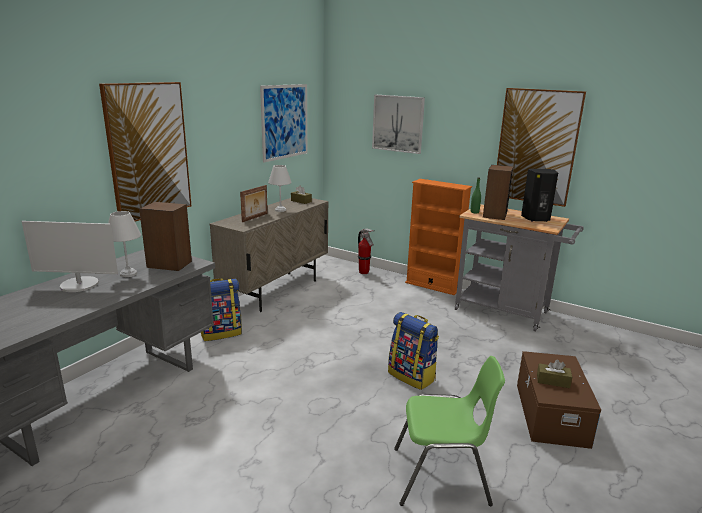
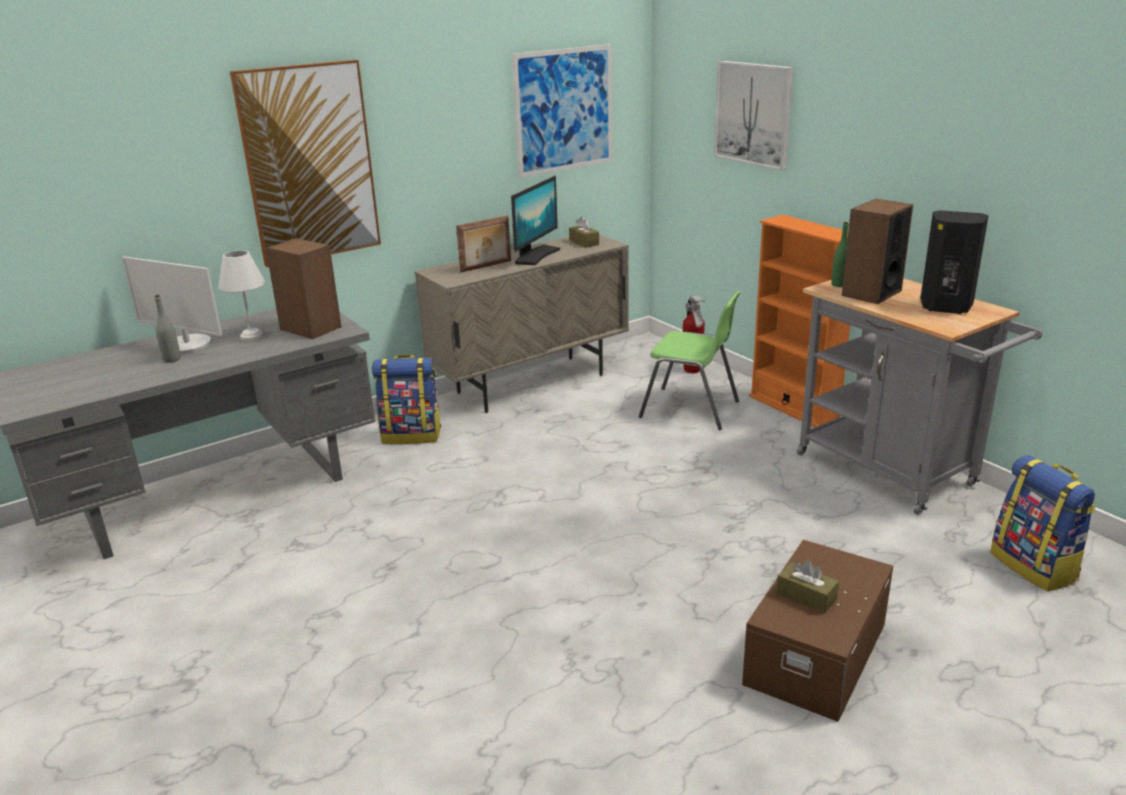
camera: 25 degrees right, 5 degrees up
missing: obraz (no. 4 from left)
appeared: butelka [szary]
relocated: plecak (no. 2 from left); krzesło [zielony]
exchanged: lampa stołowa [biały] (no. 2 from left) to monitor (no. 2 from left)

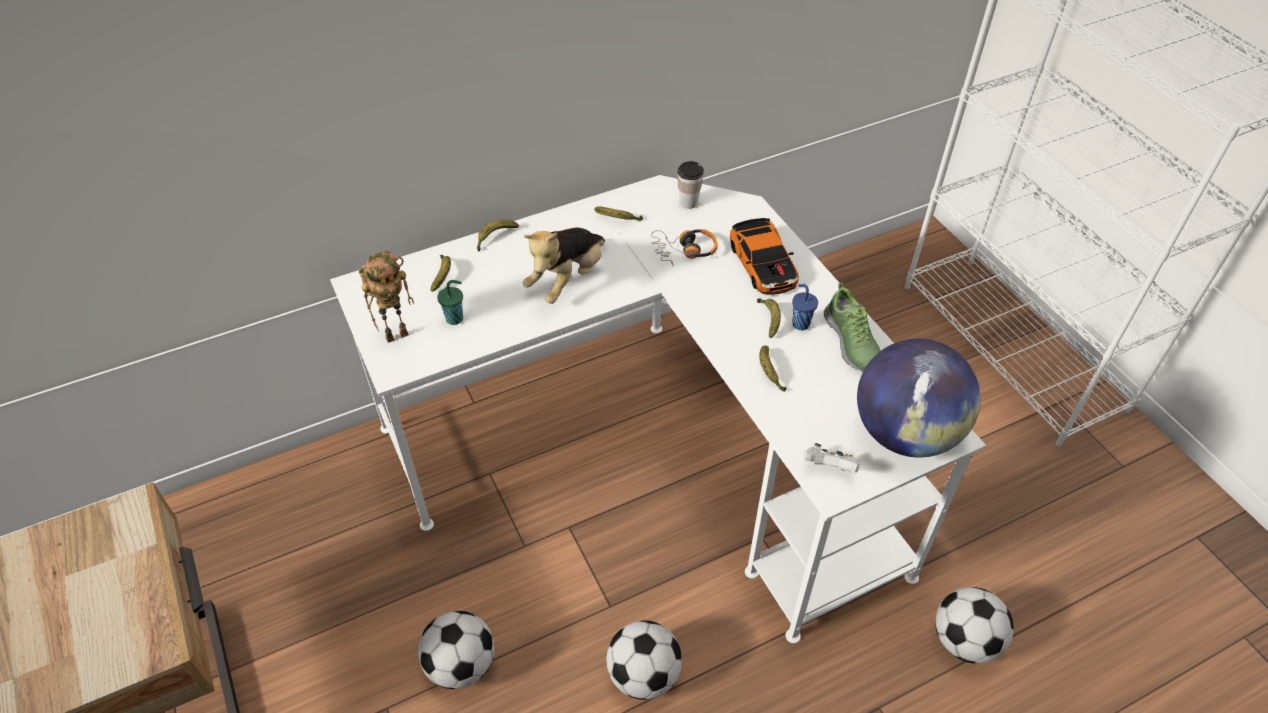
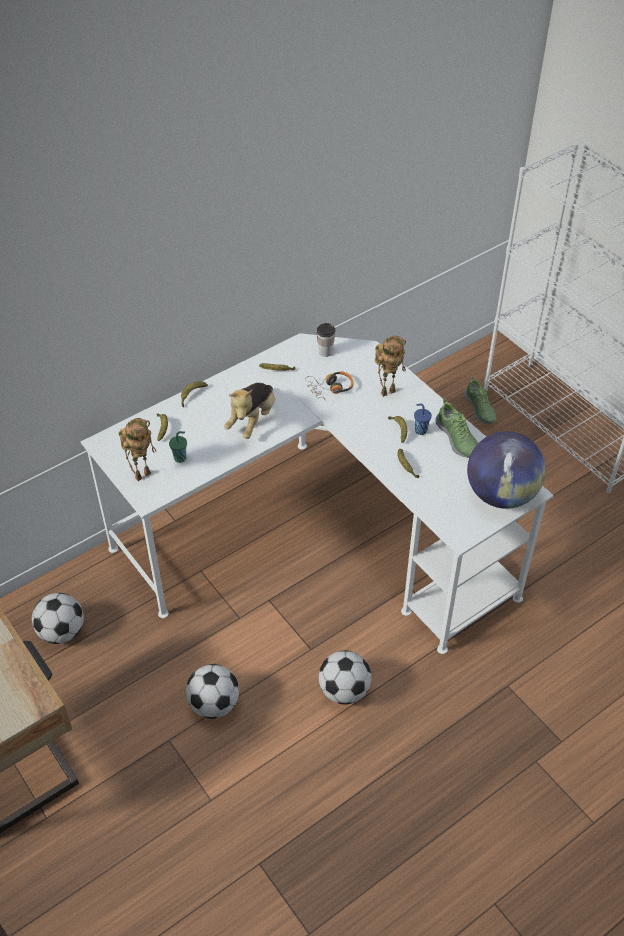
camera: 10 degrees left, 0 degrees up
missing: pad do gier [biały]
appeared: but (no. 2 from left)
relocated: piłka futbolowa (no. 3 from left in the first image) to piłka futbolowa (no. 1 from left)
exchanged: samochodzik to robot zabawkowy (no. 2 from left)

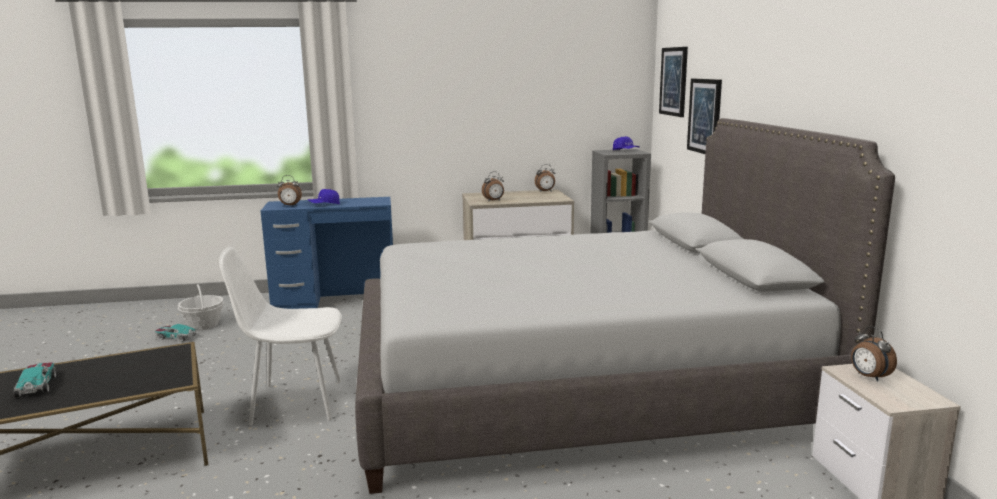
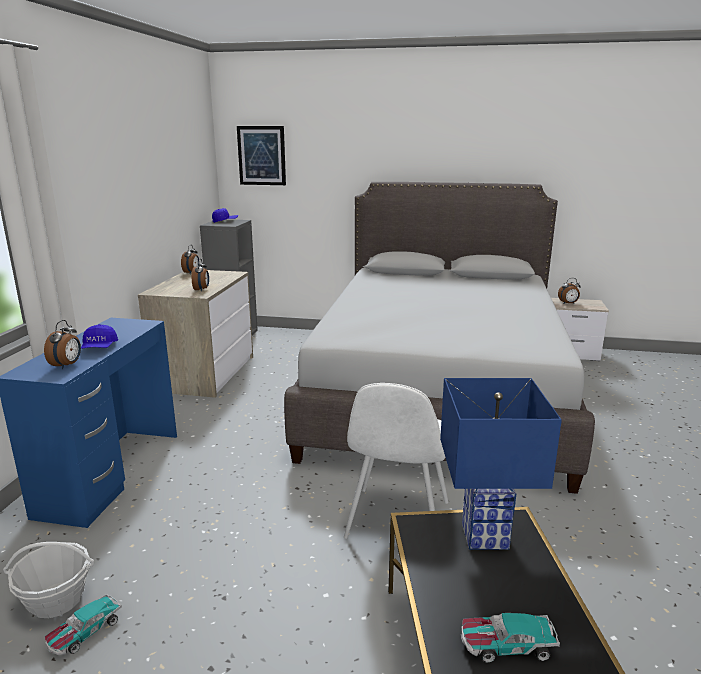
camera: 70 degrees left, 5 degrees up
missing: obraz (no. 2 from left)
appeared: lampa stołowa [niebieski]

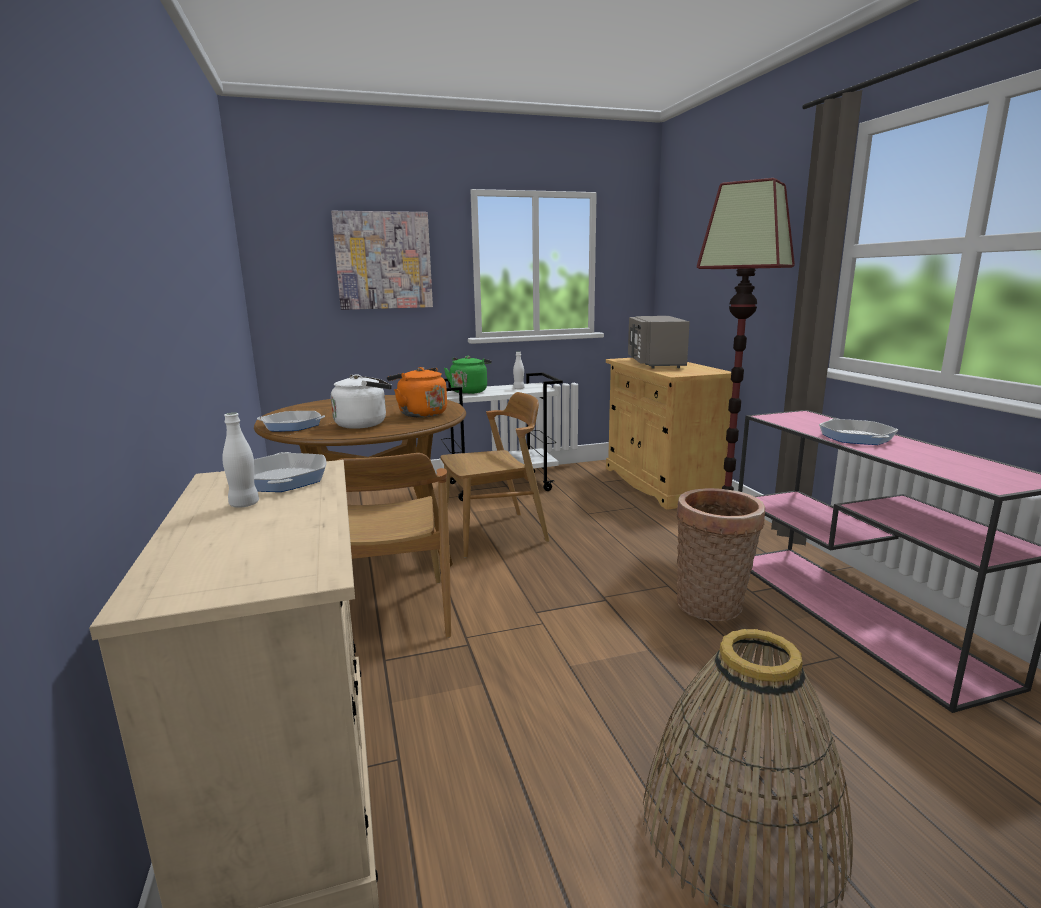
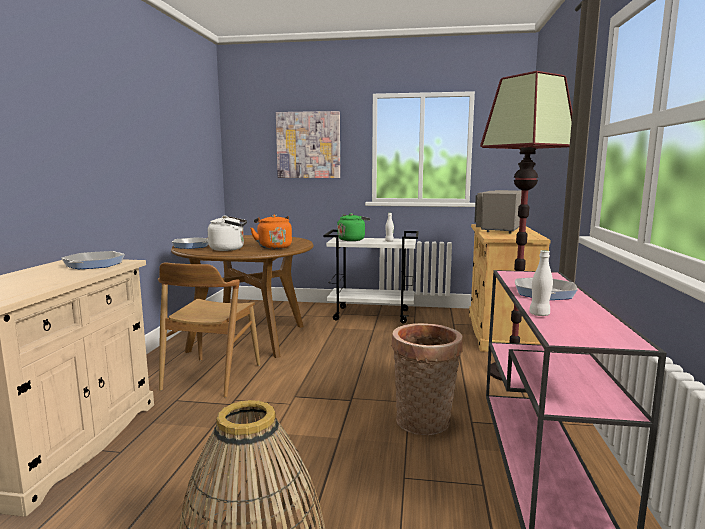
camera: 25 degrees right, 5 degrees down
missing: krzesło [brązowy] (no. 2 from left)
relocated: butelka [biały] (no. 1 from left in the first image) to butelka [biały] (no. 2 from left)

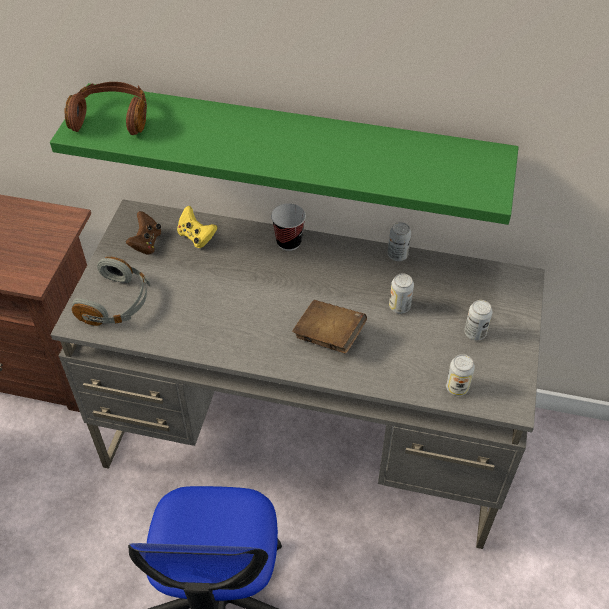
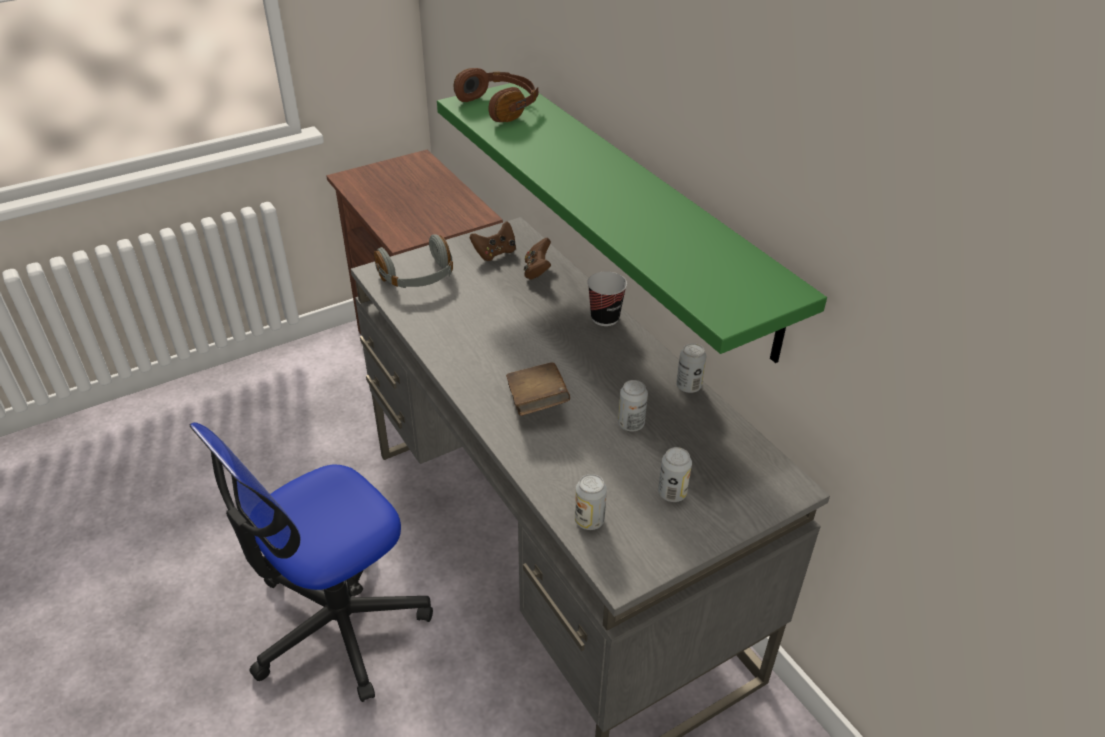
camera: 45 degrees right, 10 degrees down
colour: pad do gier [żółty] to pad do gier [brązowy] (no. 2 from left)

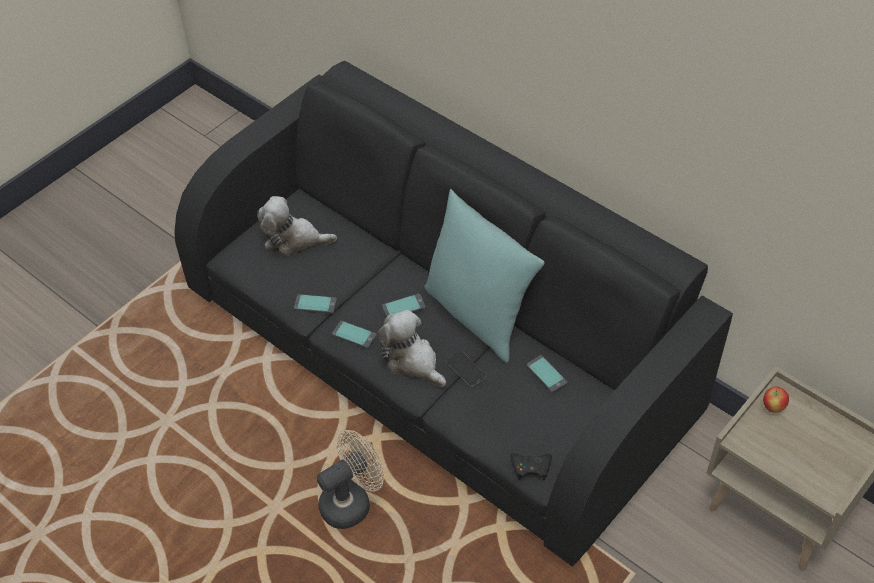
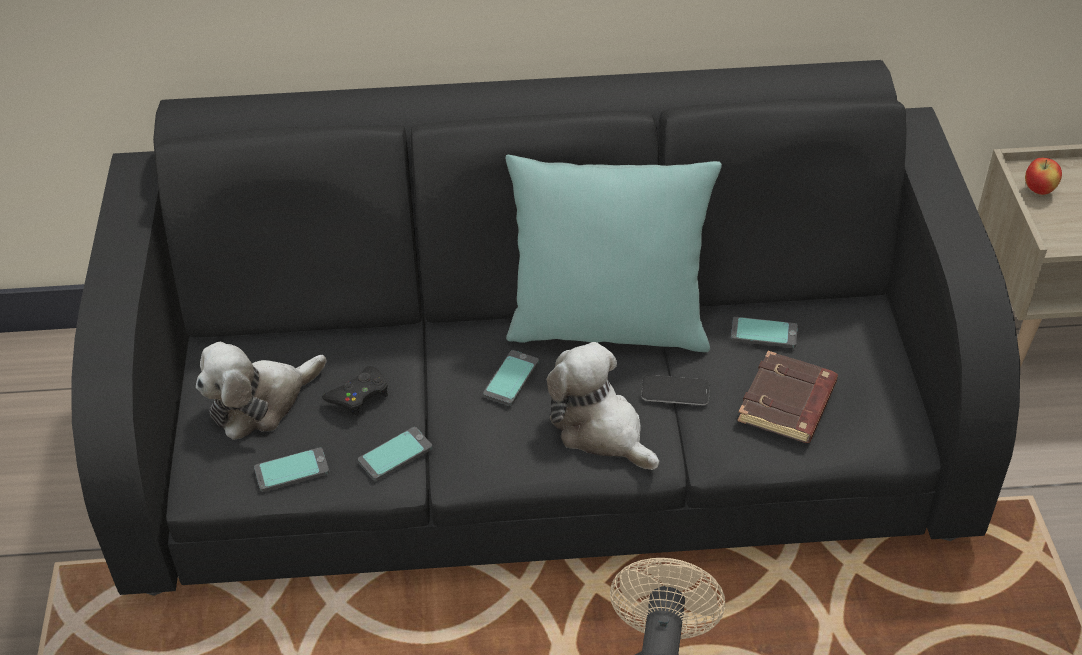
camera: 45 degrees left, 5 degrees down
appeared: książka [brązowy]
relocated: telefon (no. 2 from left in the first image) to telefon (no. 1 from left); pad do gier [czarny]
spun: pluszak (no. 2 from left) 45 degrees clockwise

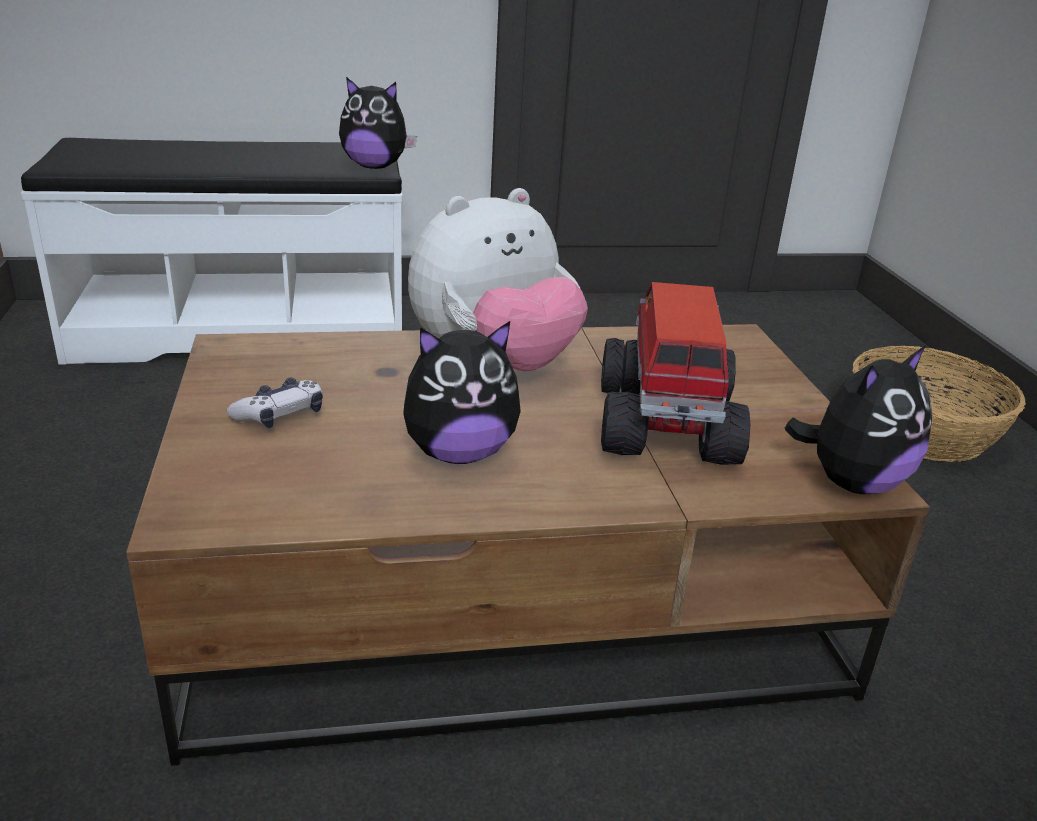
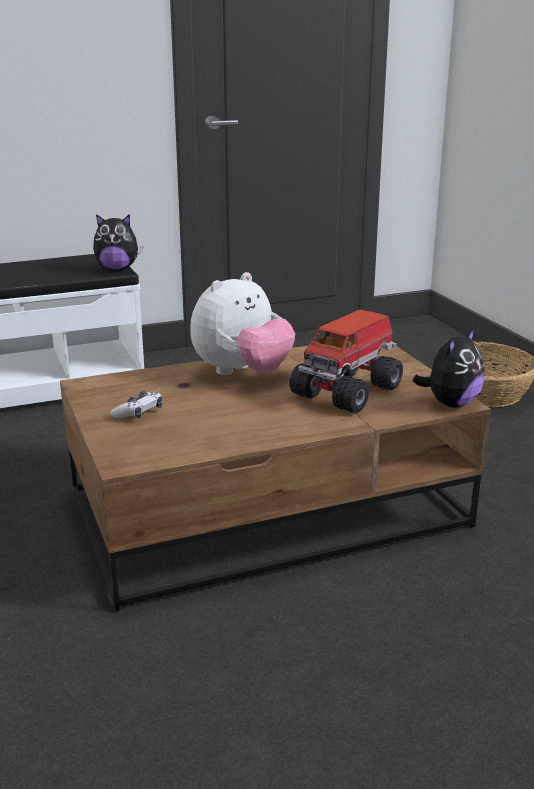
camera: 10 degrees left, 5 degrees down
missing: pluszak (no. 2 from left)
spun: ciężarówka zabawkowa 135 degrees counterclockwise

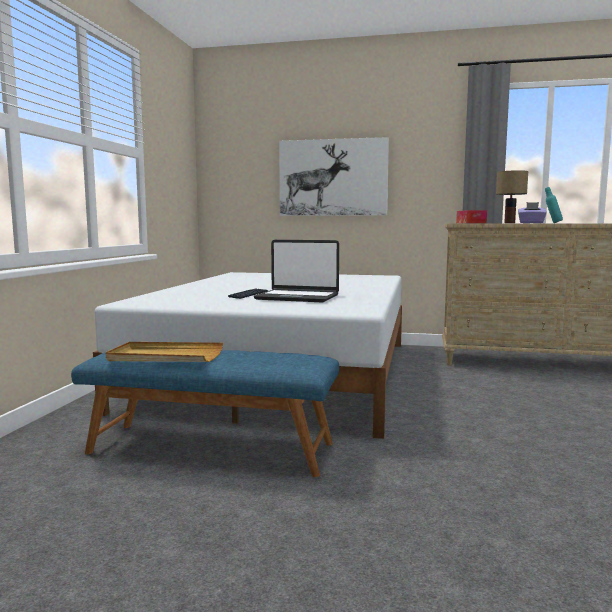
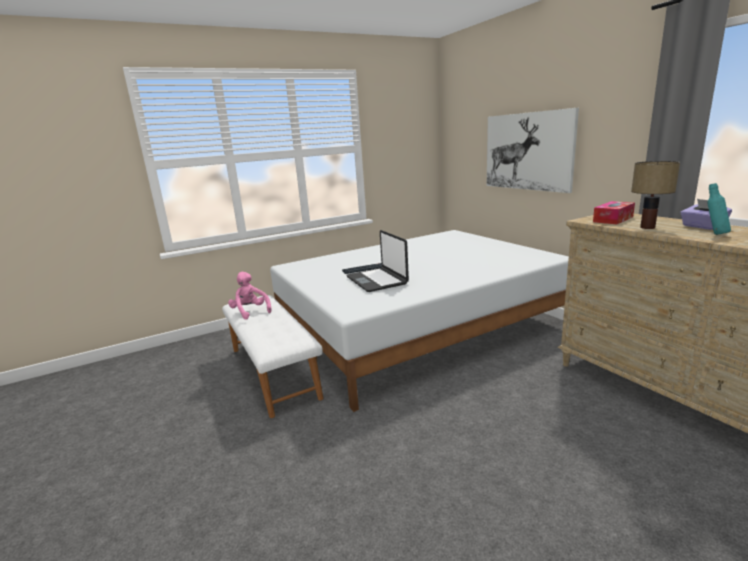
camera: 50 degrees right, 10 degrees up
exchanged: taca [beżowy] to pluszak [różowy]
colour: ławka [niebieski] to ławka [biały]

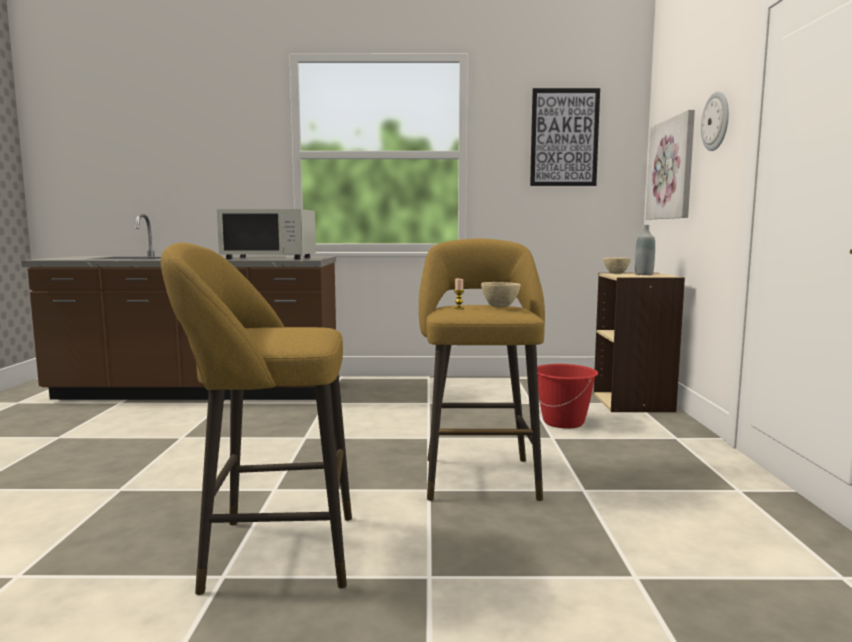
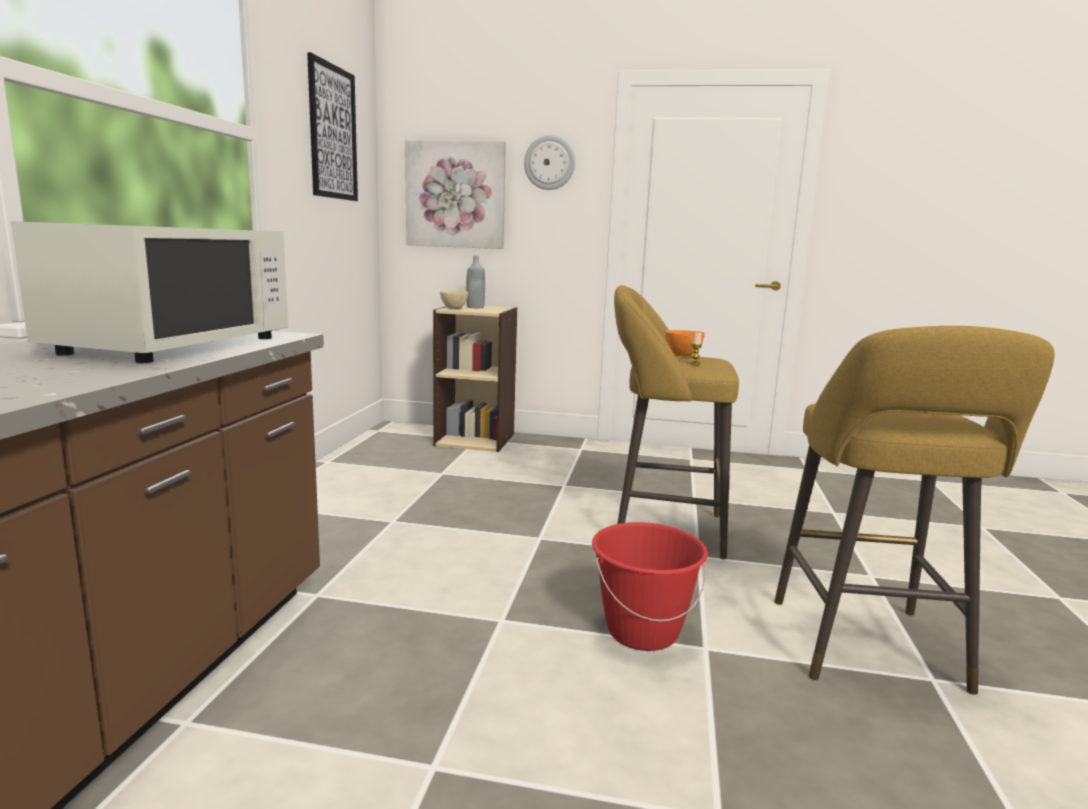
camera: 80 degrees left, 5 degrees up
relocated: wiadro [czerwony]
colour: miska [beżowy] (no. 1 from left) to miska [pomarańczowy]

